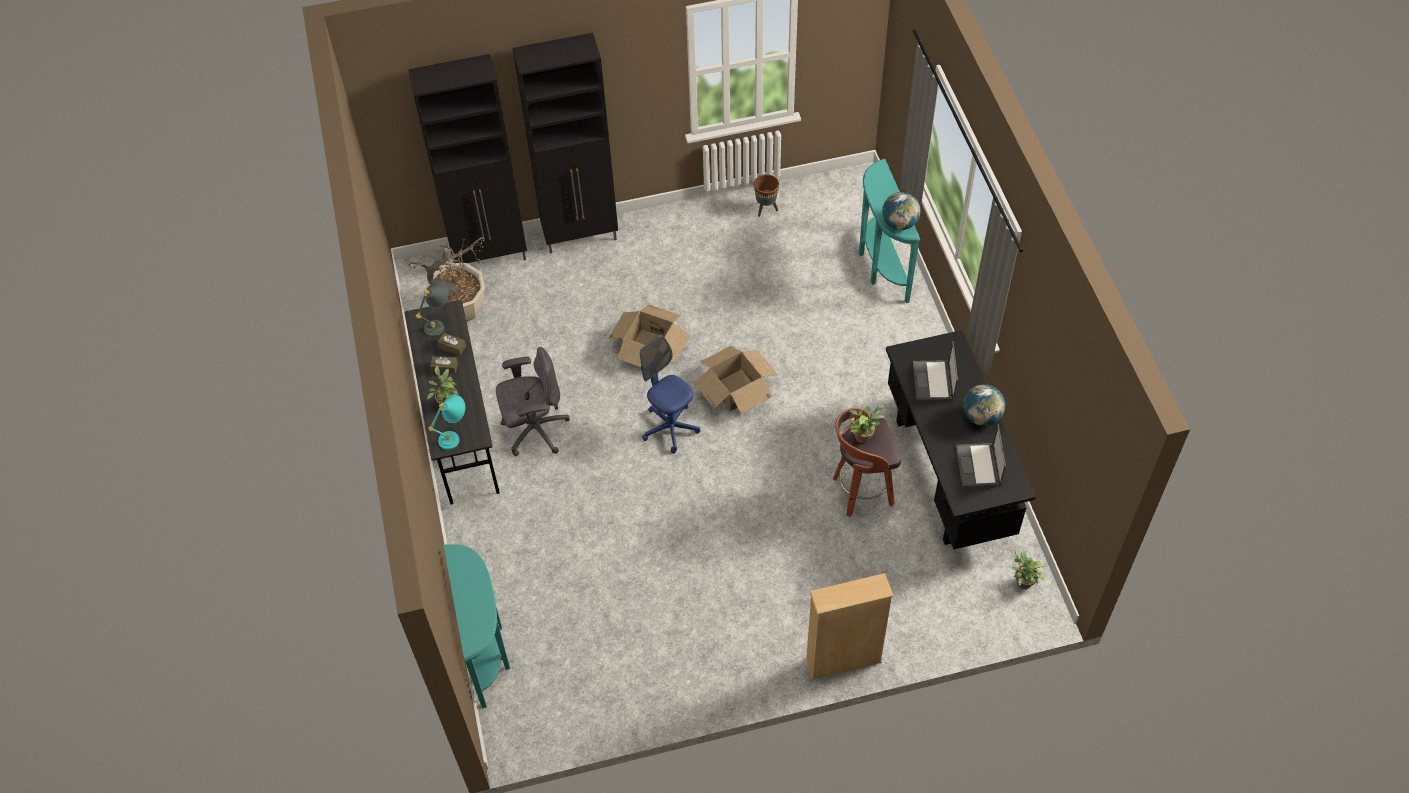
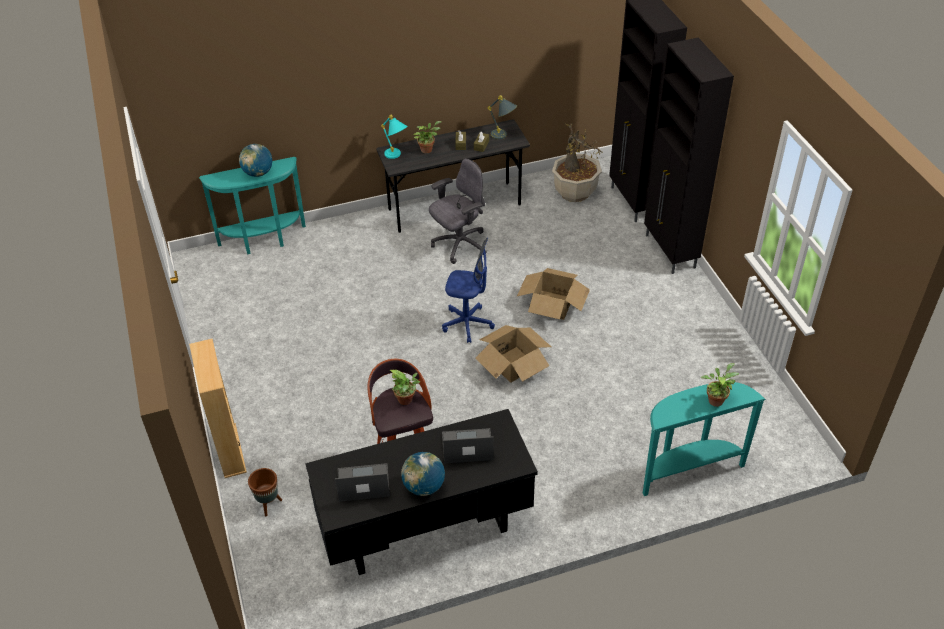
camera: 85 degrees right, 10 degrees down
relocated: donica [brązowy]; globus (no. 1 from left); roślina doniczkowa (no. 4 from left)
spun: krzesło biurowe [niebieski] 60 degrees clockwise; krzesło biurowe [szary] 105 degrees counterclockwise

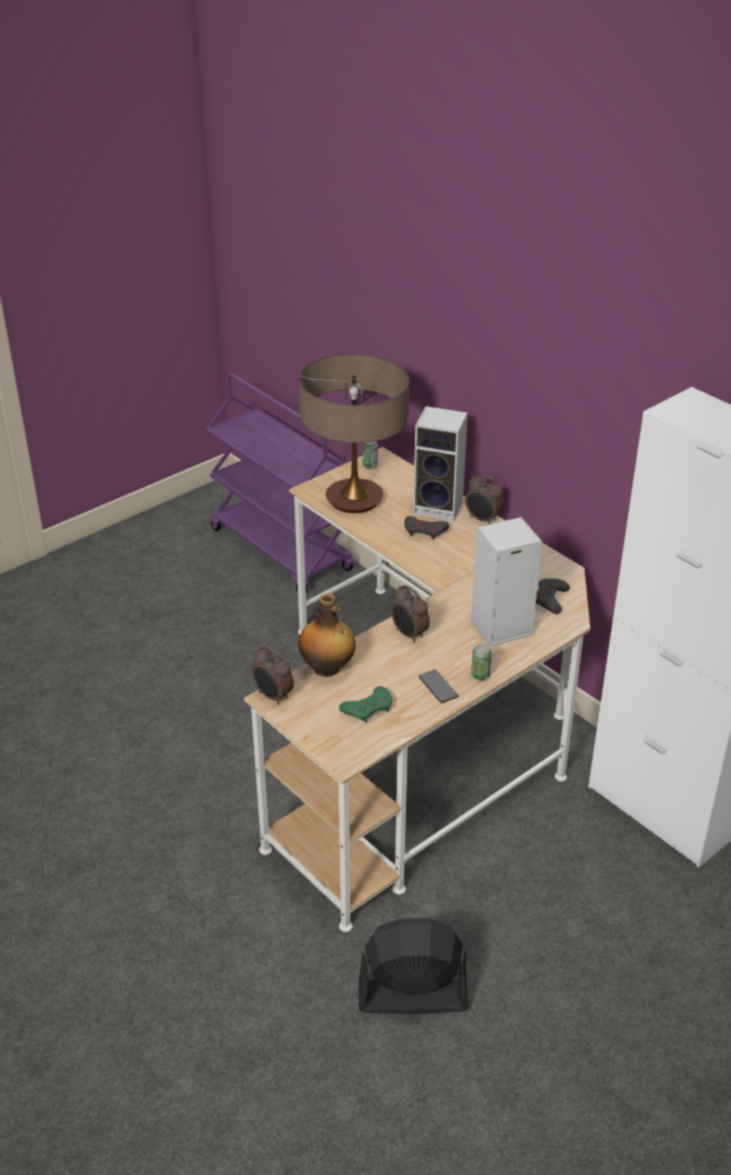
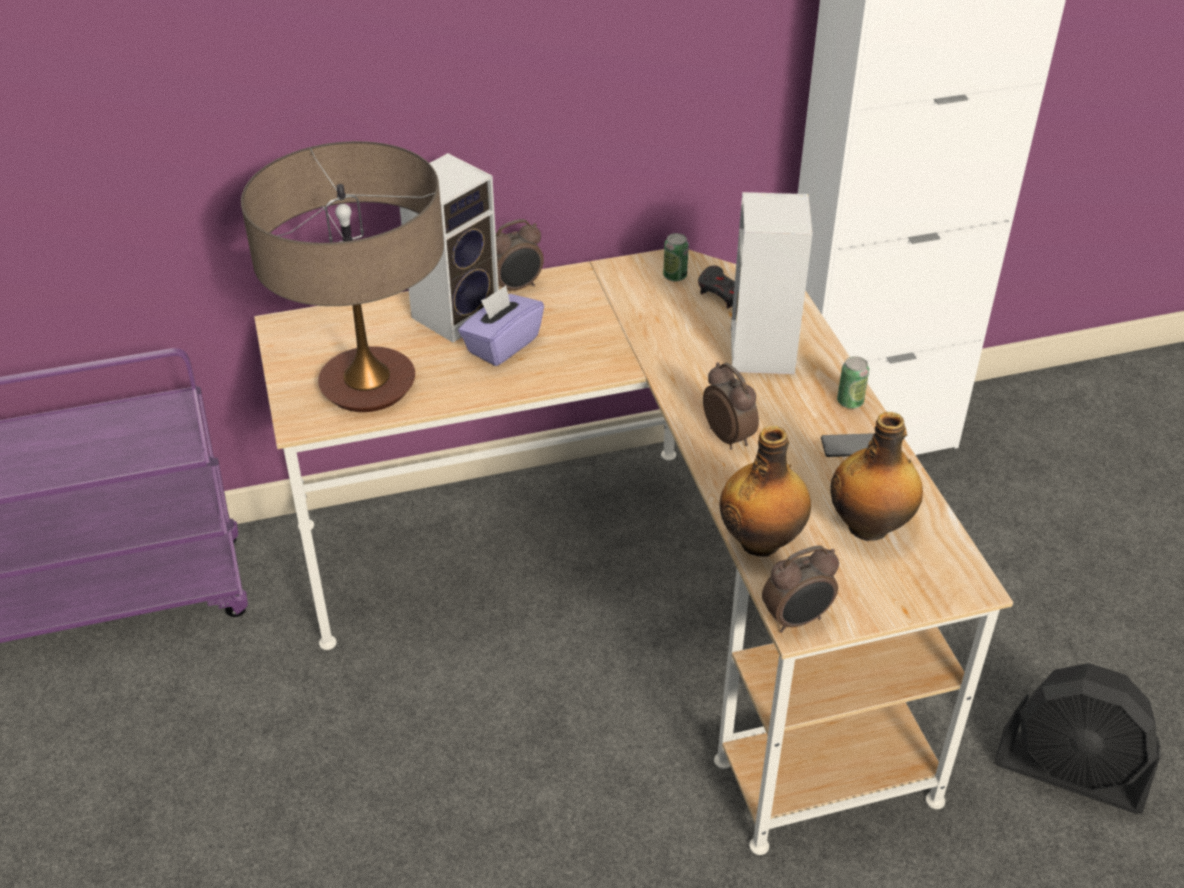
camera: 65 degrees left, 5 degrees up
relocated: puszka (no. 1 from left)
exchanged: pad do gier [szary] (no. 1 from left) to pudełko chusteczek [fioletowy]; pad do gier [zielony] to butelka (no. 2 from left)
spun: budzik (no. 2 from left) 105 degrees counterclockwise; wentylator [czarny] 90 degrees counterclockwise

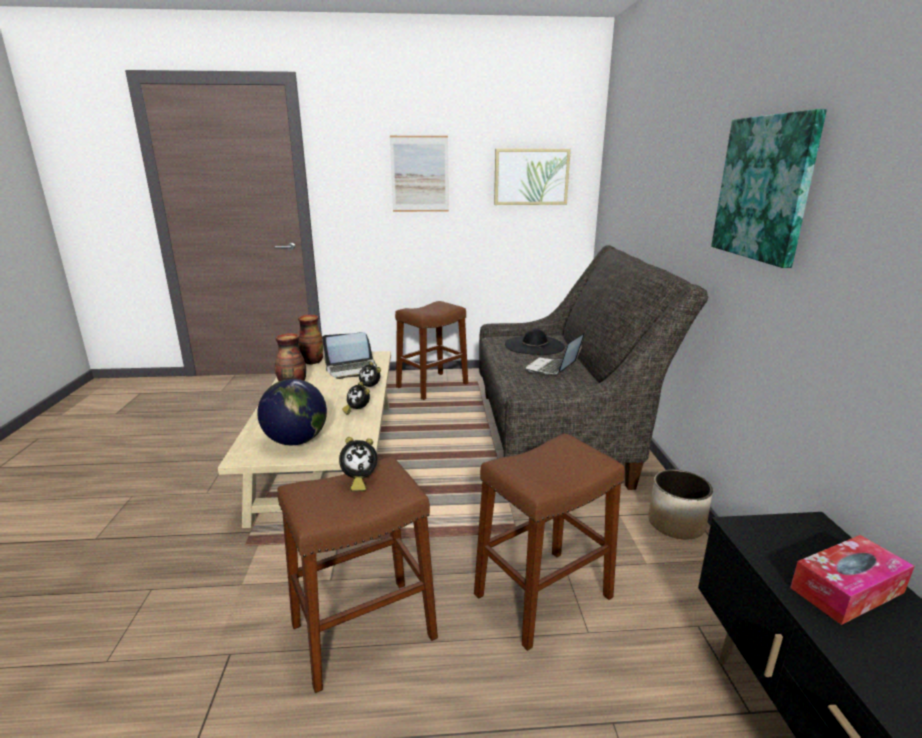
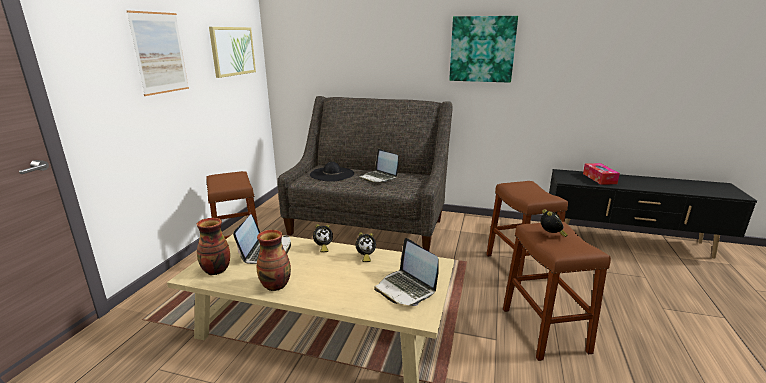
camera: 70 degrees left, 0 degrees up
missing: donica
exchanged: globus to laptop (no. 3 from left)

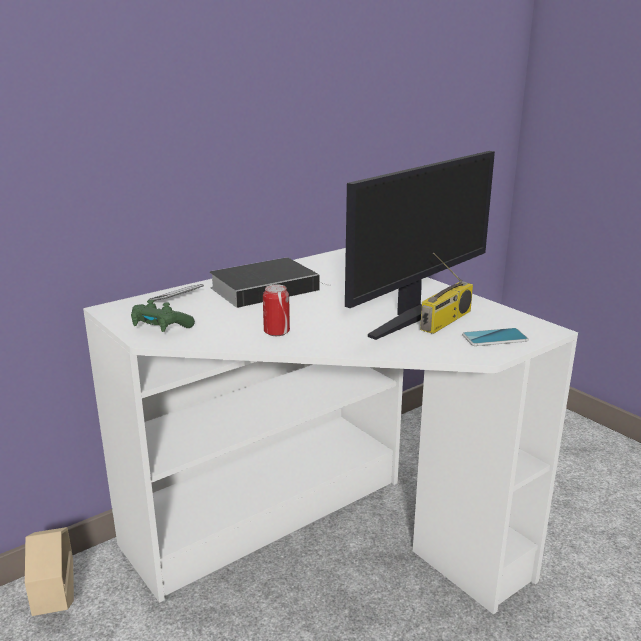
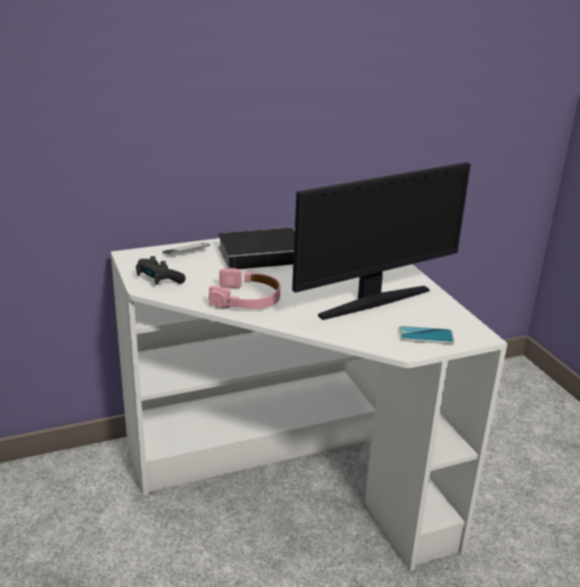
camera: 15 degrees right, 5 degrees up
missing: radio; donica [beżowy]
exchanged: puszka to słuchawki [różowy]
colour: pad do gier [zielony] to pad do gier [czarny]

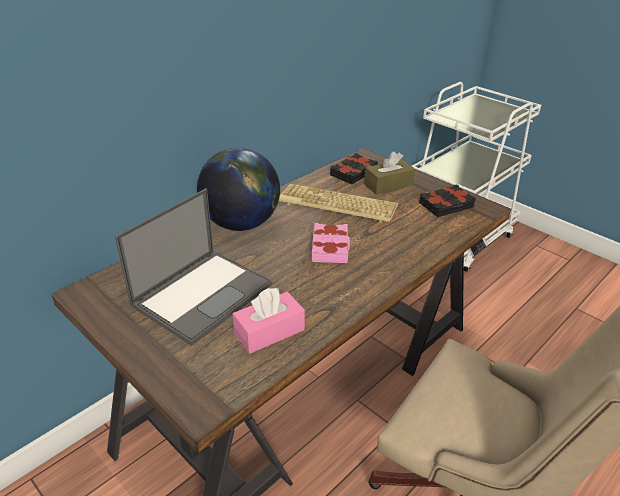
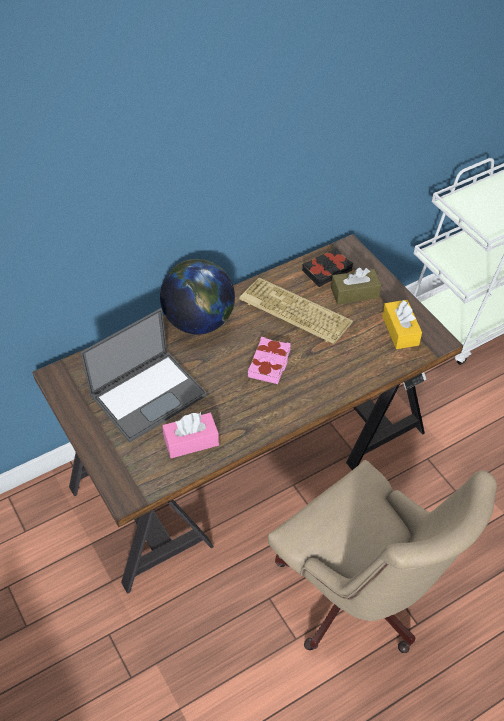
camera: 15 degrees right, 15 degrees up
exchanged: książka [czarny] (no. 2 from left) to pudełko chusteczek [żółty]

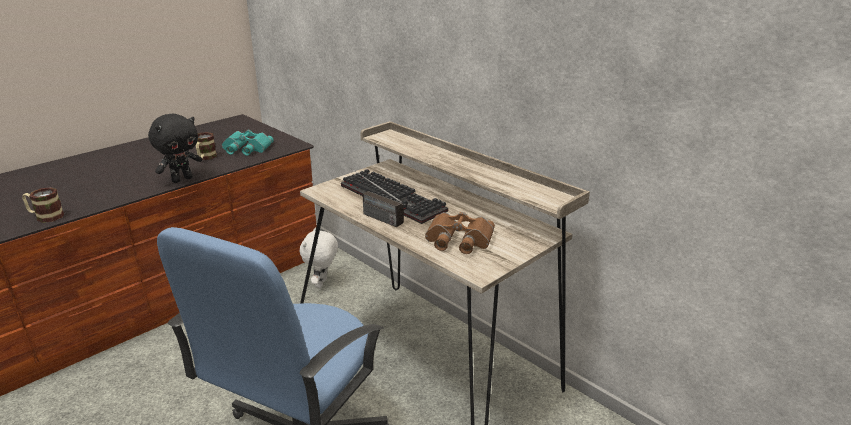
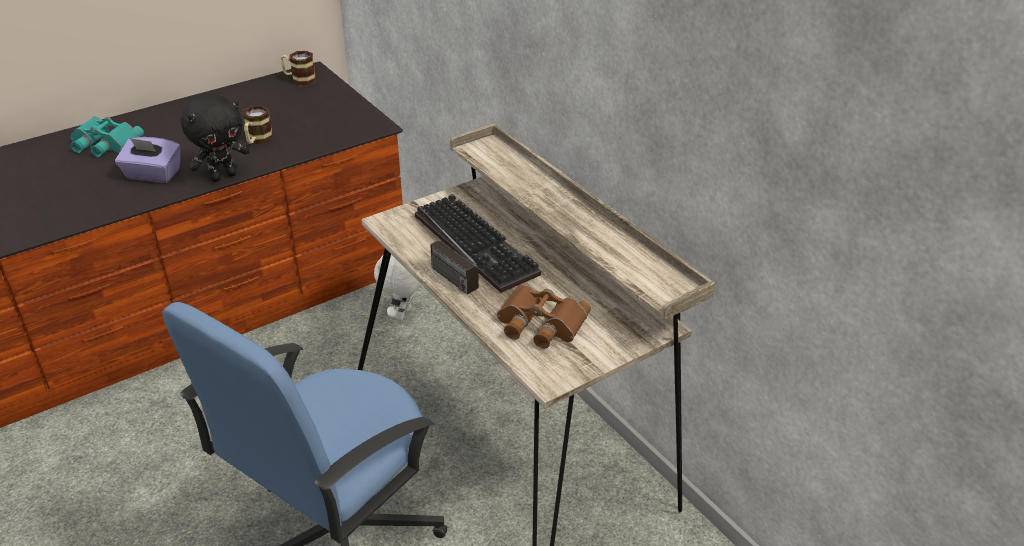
camera: 10 degrees right, 10 degrees up
appeared: pudełko chusteczek [fioletowy]
relocated: lornetka [turkusowy]; kubek (no. 1 from left in the first image) to kubek (no. 2 from left)

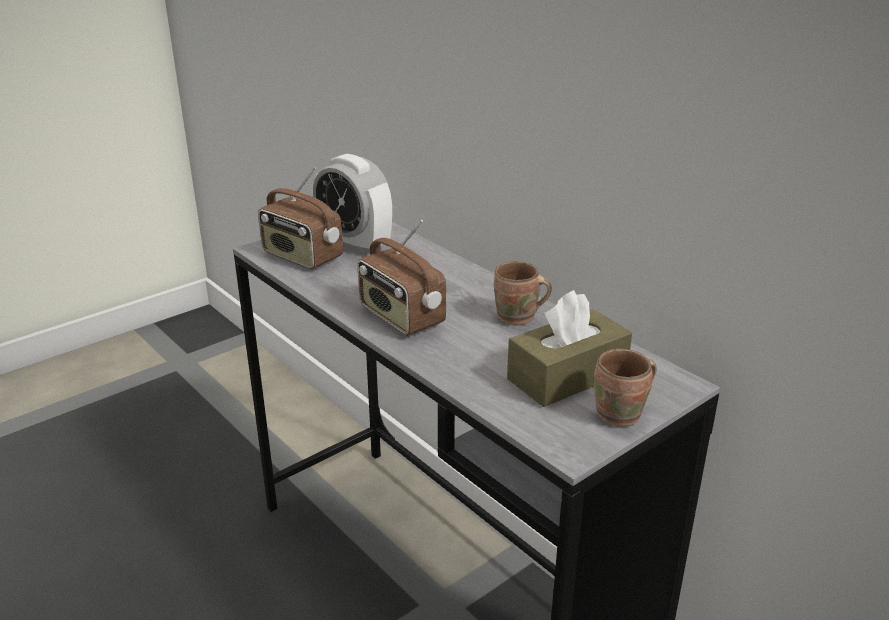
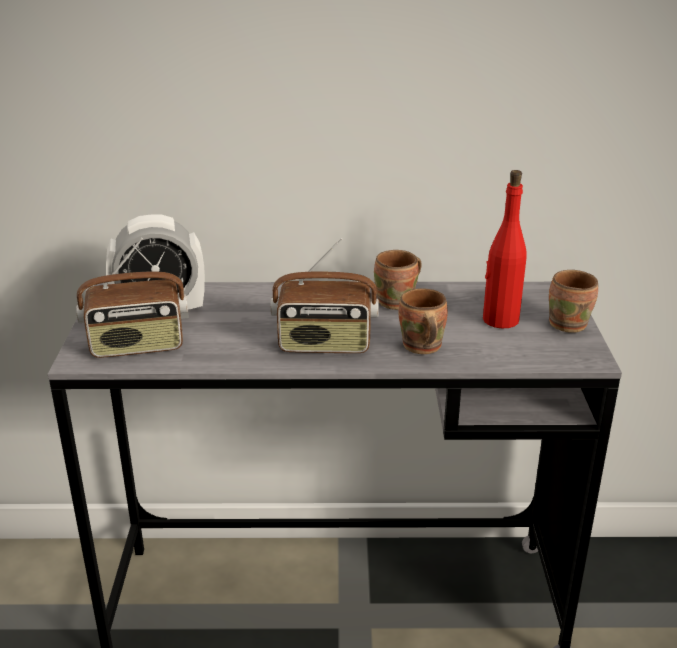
camera: 50 degrees left, 0 degrees up
appeared: kubek [brązowy] (no. 2 from left)
exchanged: pudełko chusteczek [brązowy] to butelka [czerwony]

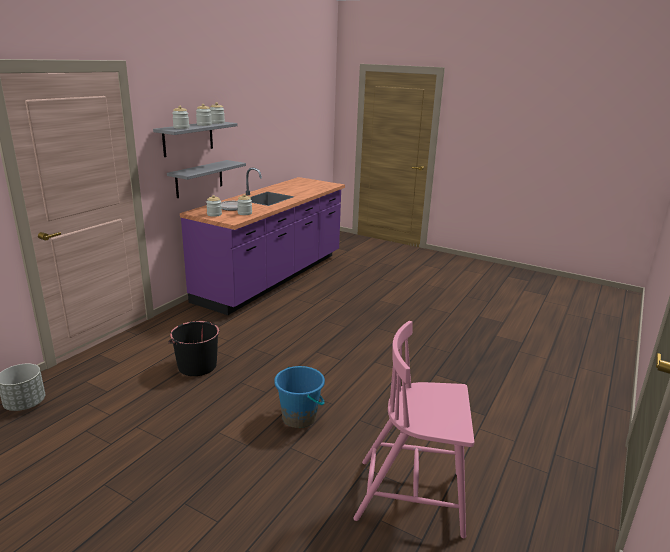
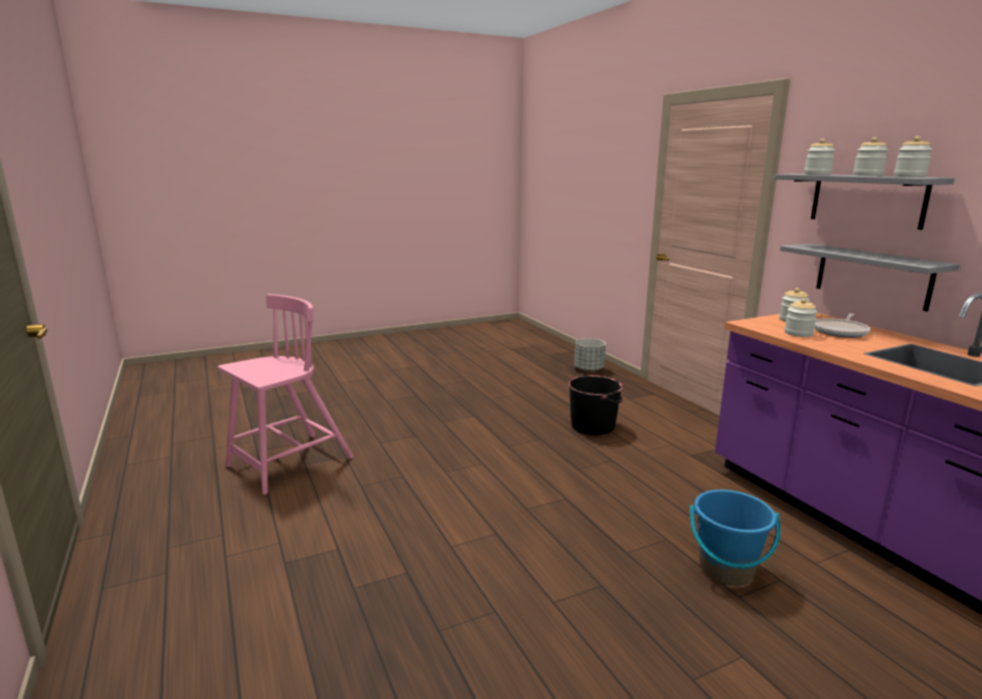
camera: 125 degrees right, 5 degrees down
relocated: wiadro [niebieski]

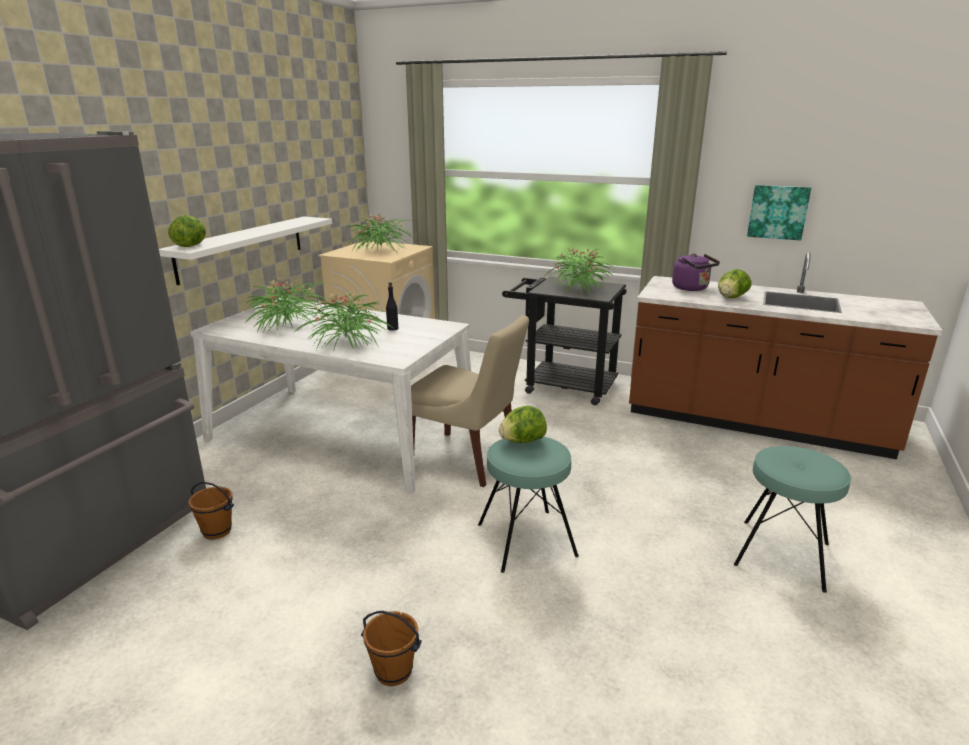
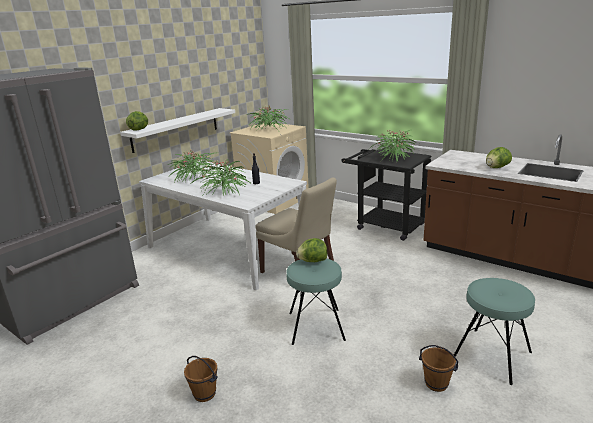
camera: 15 degrees right, 0 degrees up
missing: obraz; czajnik [fioletowy]
relocated: wiadro [brązowy] (no. 1 from left in the first image) to wiadro [brązowy] (no. 2 from left)

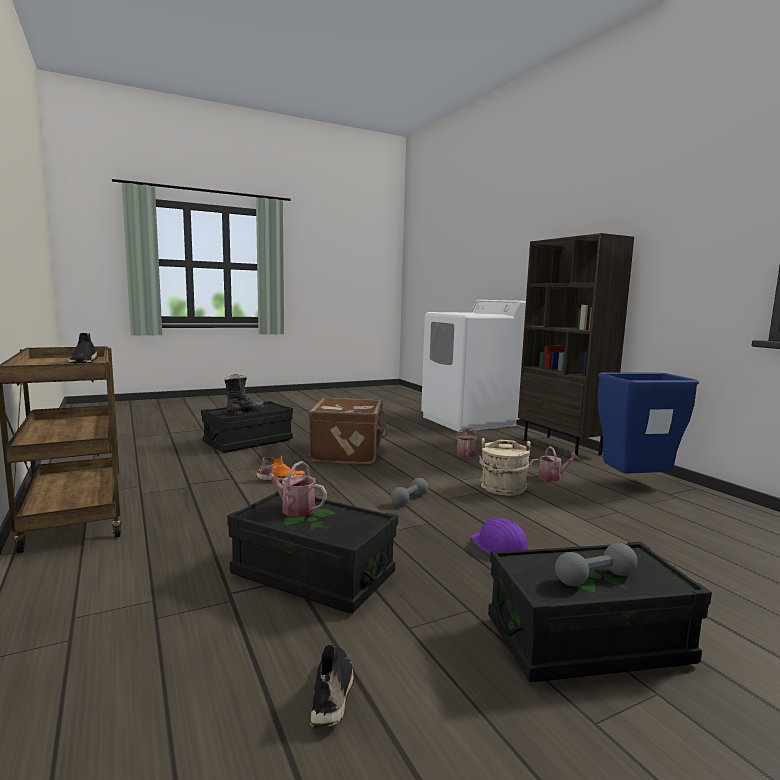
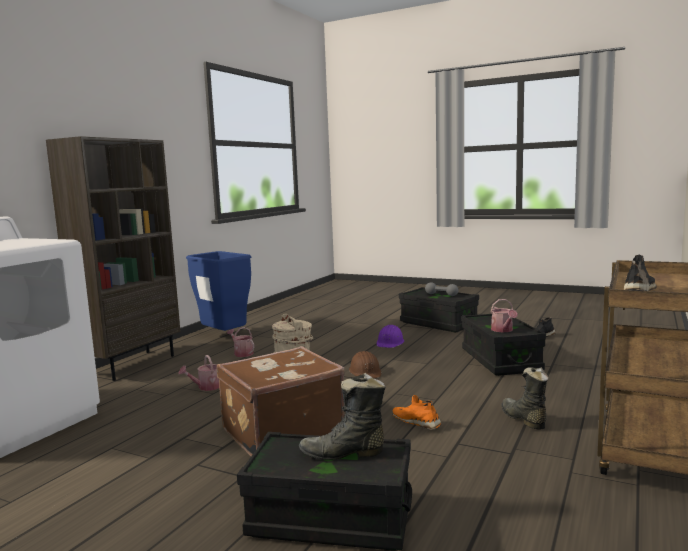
camera: 125 degrees left, 0 degrees up
appeared: but z cholewką [czarny] (no. 2 from left)
exchanged: hantel [szary] (no. 1 from left) to kask [brązowy]

